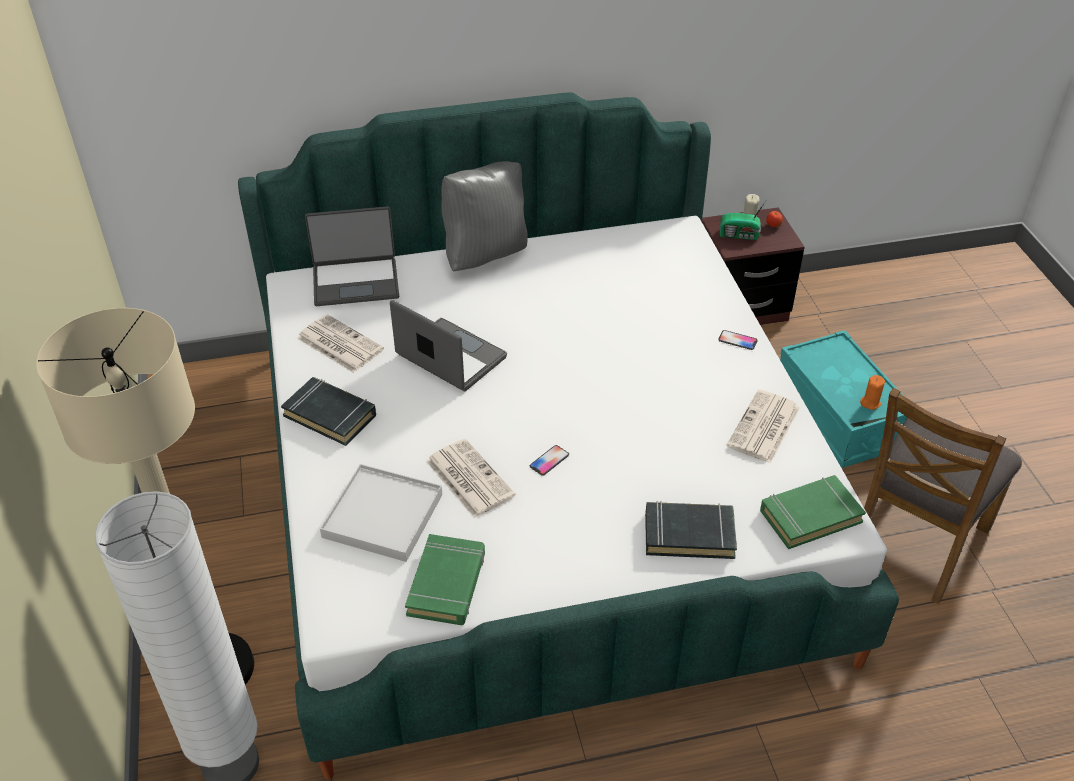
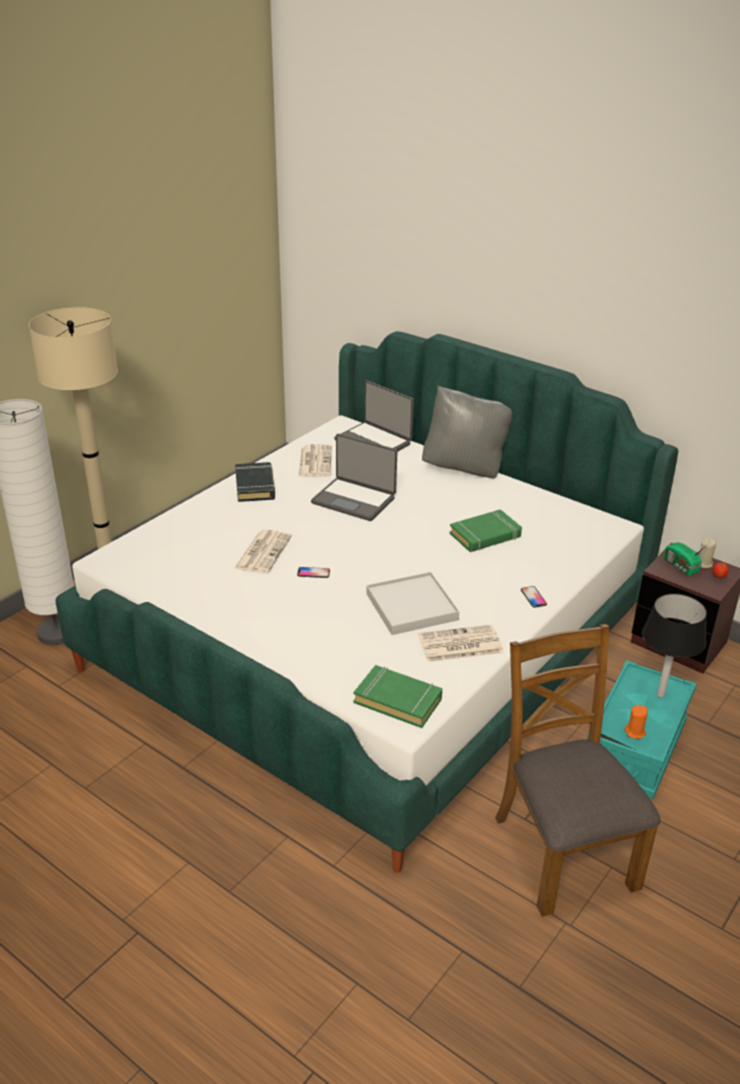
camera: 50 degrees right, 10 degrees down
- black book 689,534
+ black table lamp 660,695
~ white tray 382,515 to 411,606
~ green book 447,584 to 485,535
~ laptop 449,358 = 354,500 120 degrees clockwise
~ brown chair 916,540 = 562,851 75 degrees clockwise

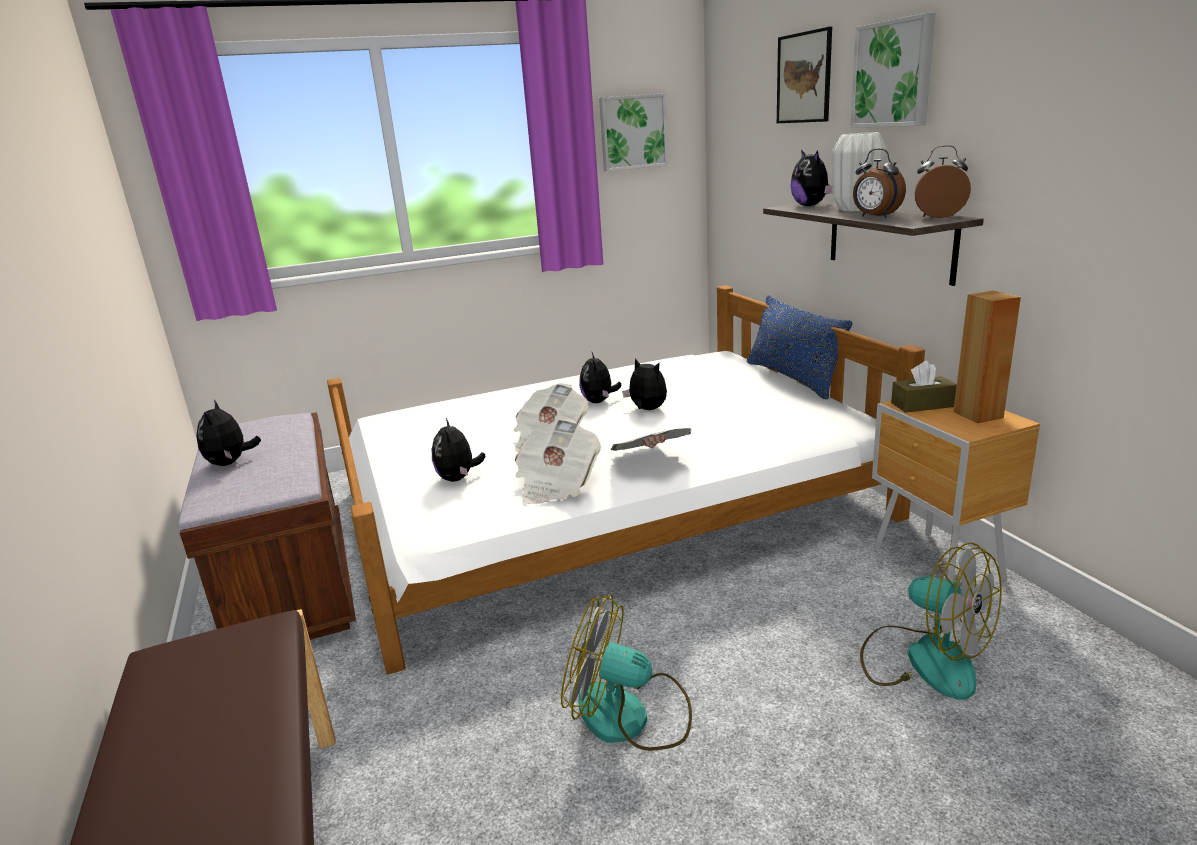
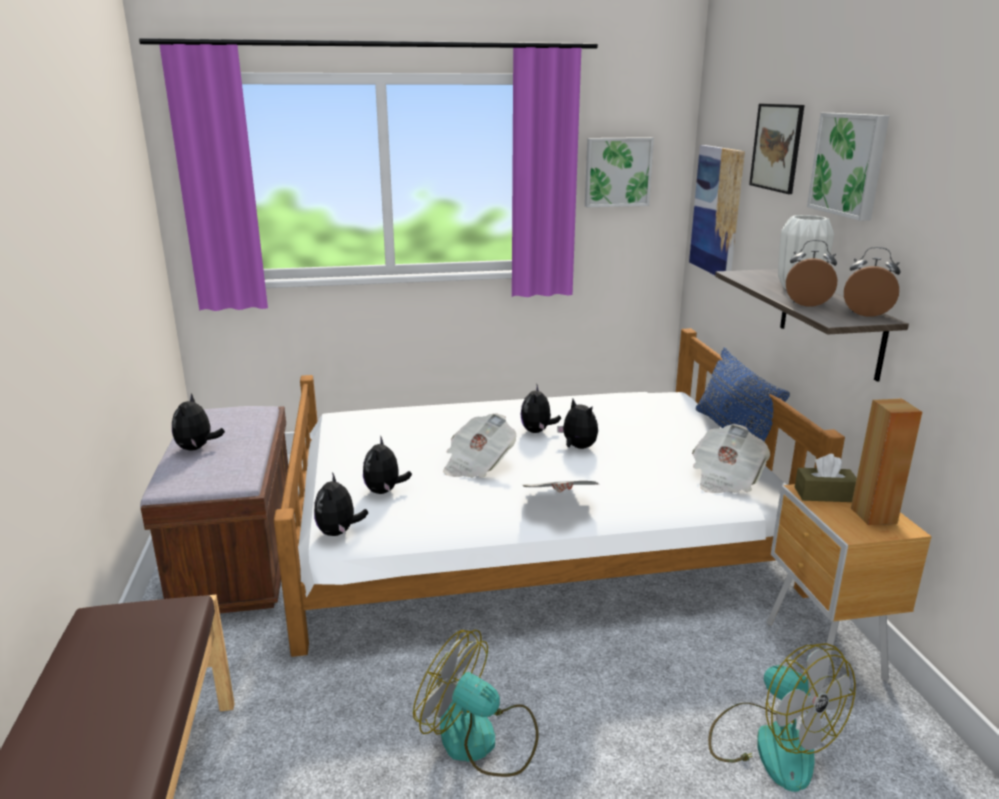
camera: 10 degrees right, 0 degrees up
+ picture 717,211
~ newspaper 556,484 to 725,478
~ plush toy 811,206 to 339,532
~ alarm clock 874,217 = 807,303 135 degrees clockwise

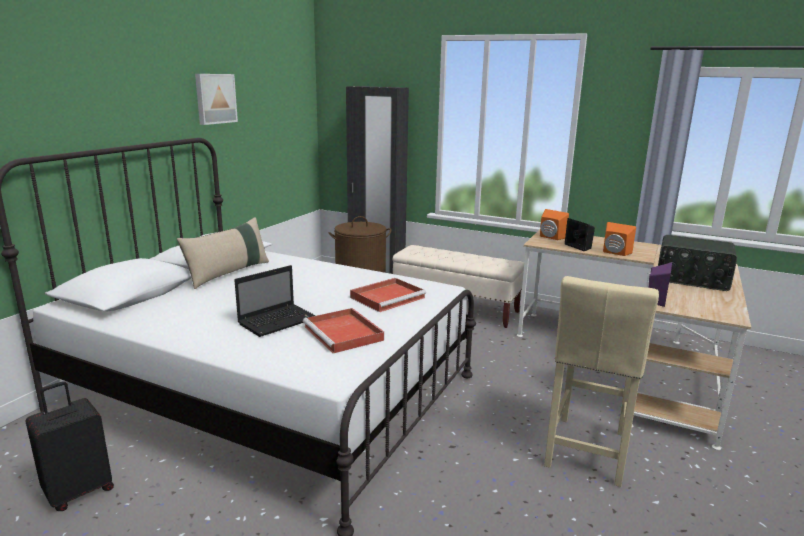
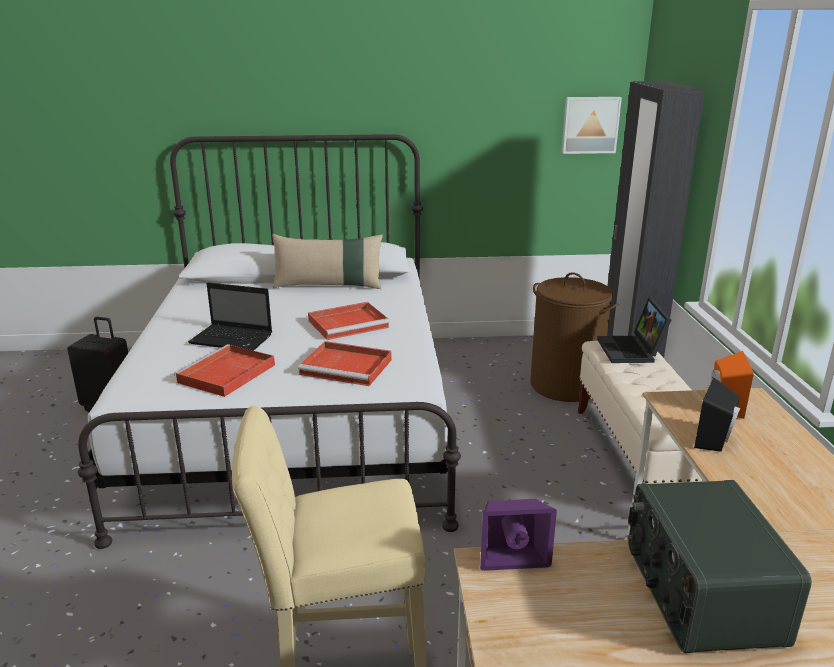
camera: 60 degrees right, 5 degrees up
- orange speaker 615,253
+ red tray 349,323
+ laptop 632,351
~ picture 215,98 to 590,125

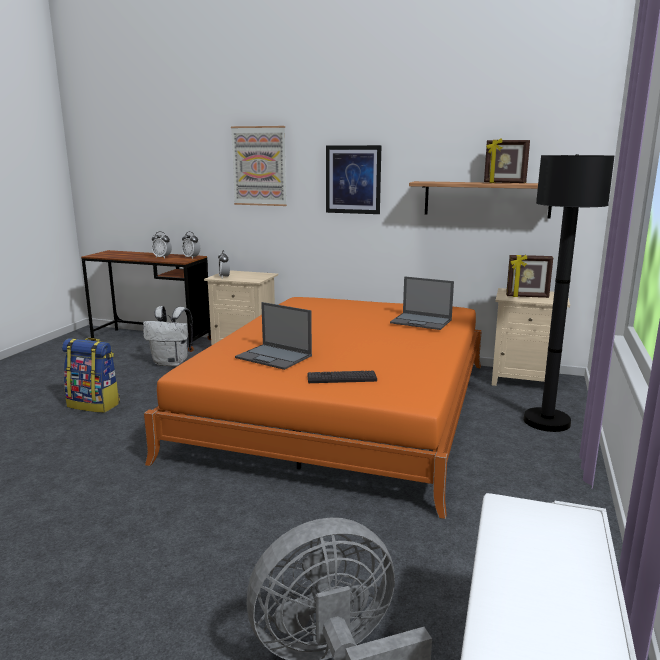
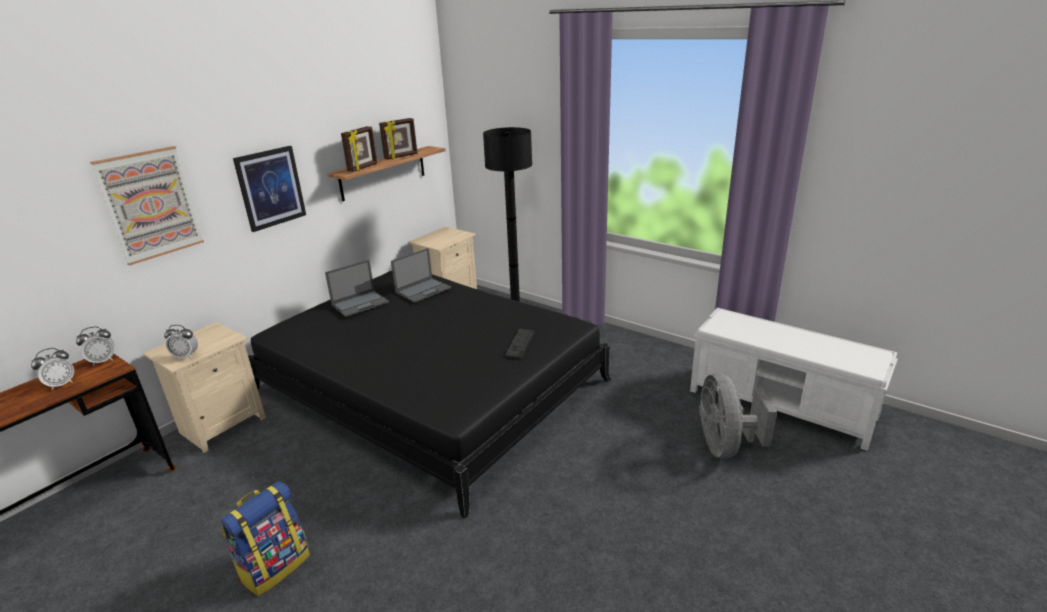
camera: 70 degrees left, 10 degrees up
- white backpack 172,363
~ laptop 274,357 to 361,303
~ picture frame 527,297 to 363,168
~ orange bed 343,407 to black bed 430,387

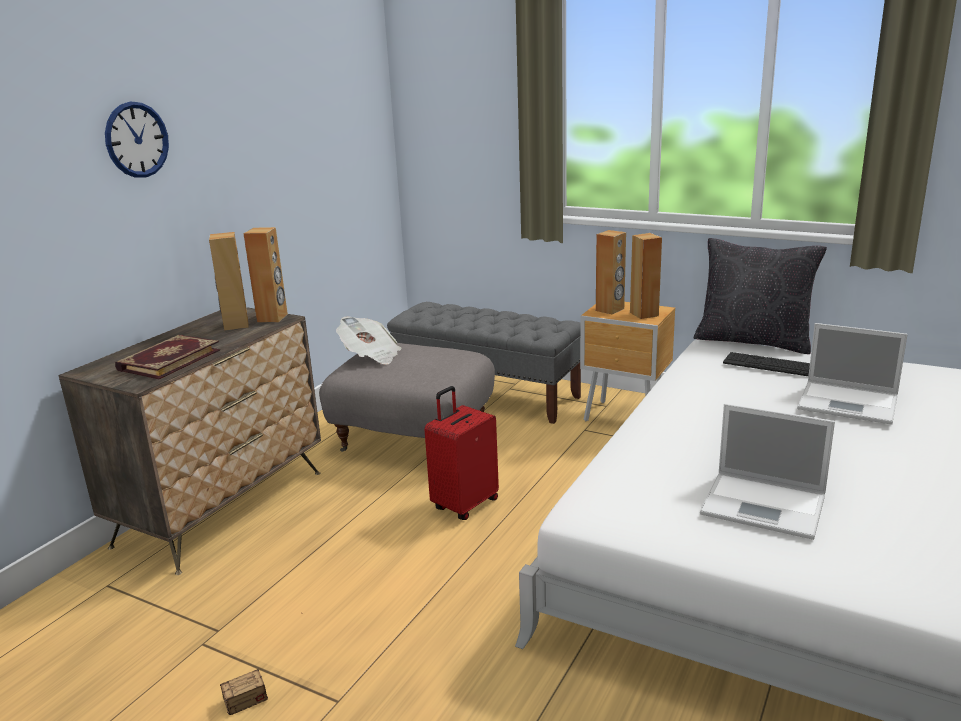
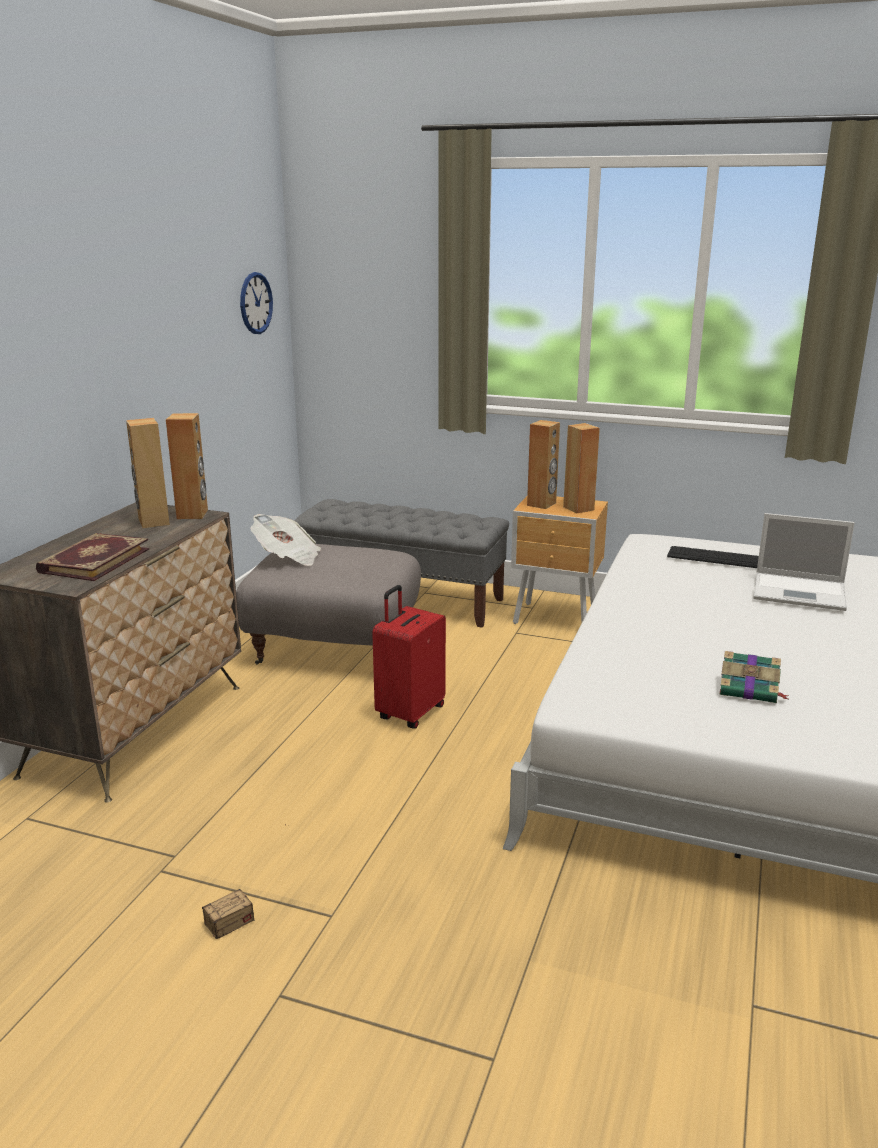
camera: 10 degrees left, 0 degrees up
- black pillow 753,341
~ wall clock 137,140 to 256,303
~ laptop 766,505 to book 750,689

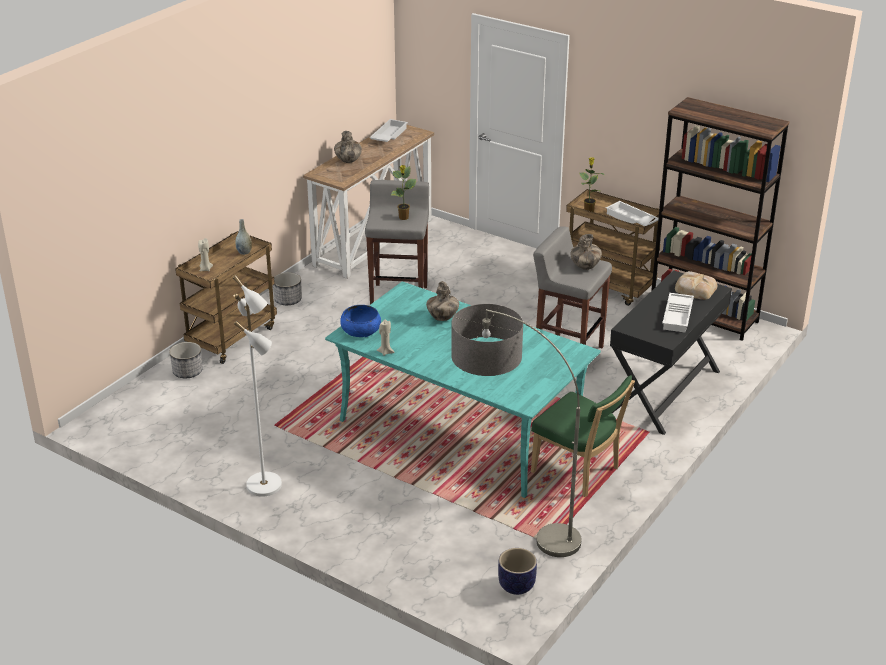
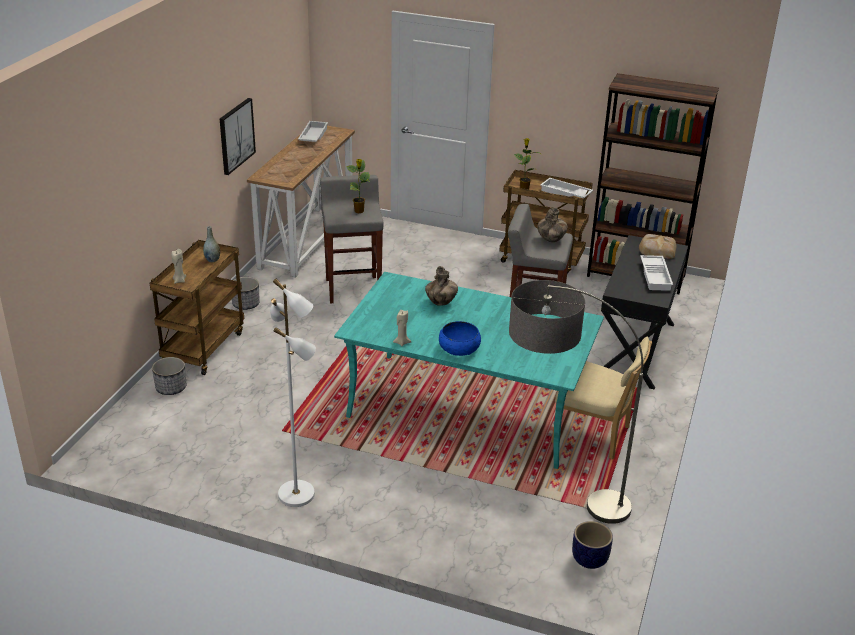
camera: 15 degrees left, 0 degrees up
- vase 348,161
+ picture 236,135
~ blue bowl 361,330 to 459,348
~ green chair 578,472 to beige chair 595,436

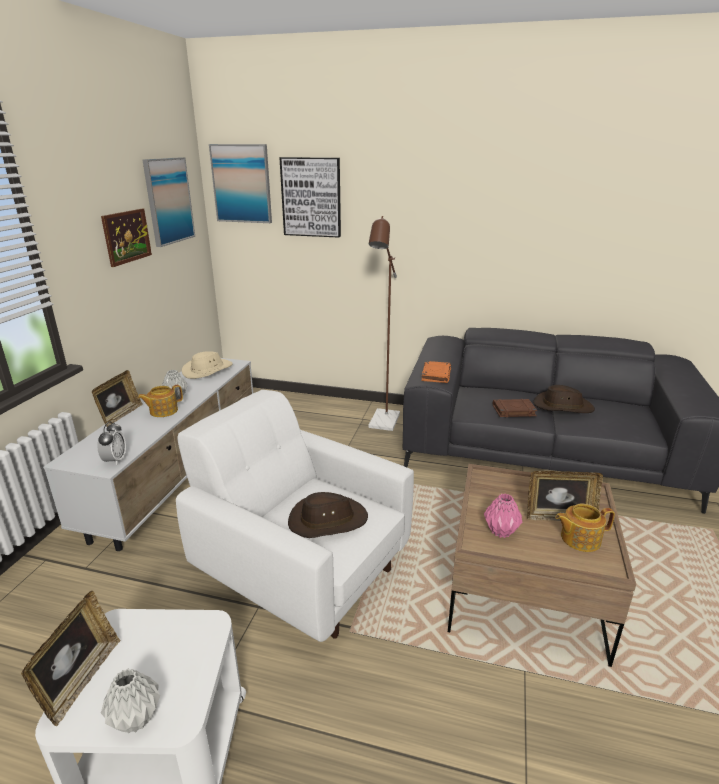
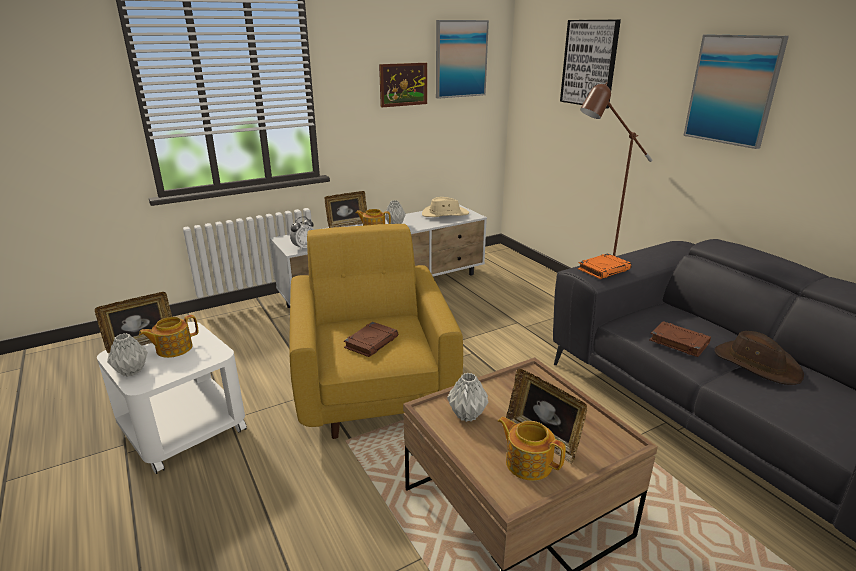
camera: 45 degrees right, 0 degrees up
+ teapot 173,348
~ picture 242,184 to 733,90
~ brown hat 327,520 to brown book 371,342
~ white armchair 301,569 to yellow armchair 373,386
~ pink vase 500,532 to grey vase 466,415

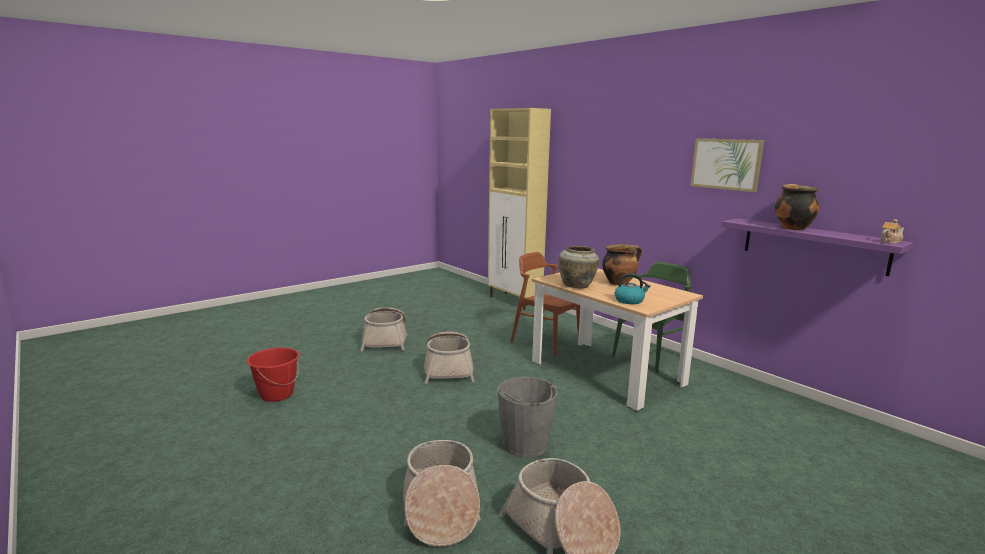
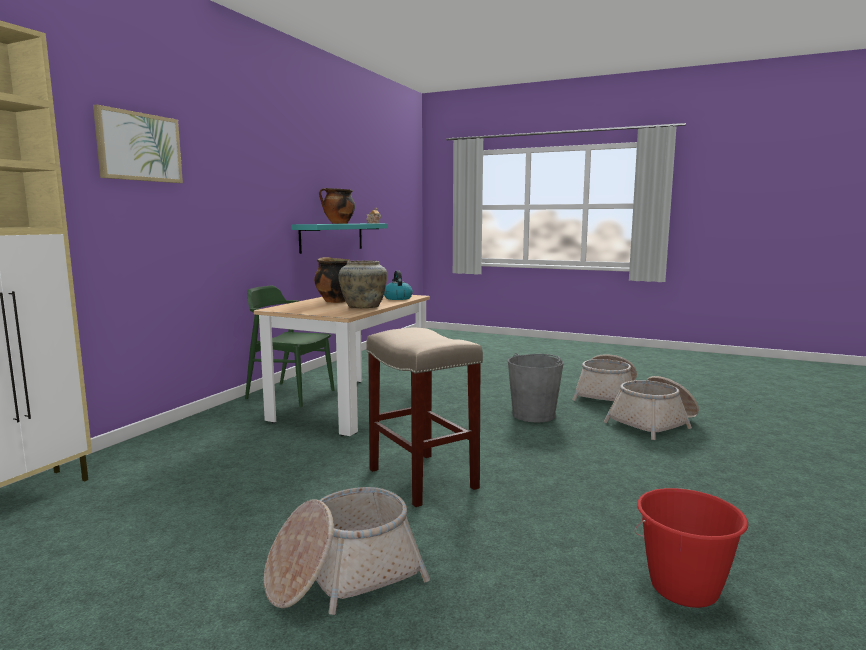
camera: 115 degrees left, 5 degrees down
- brown chair 545,341
~ picture 726,164 to 139,147
~ basket 448,369 to beige stool 421,478
~ purple shelf 813,245 to turquoise shelf 332,237

